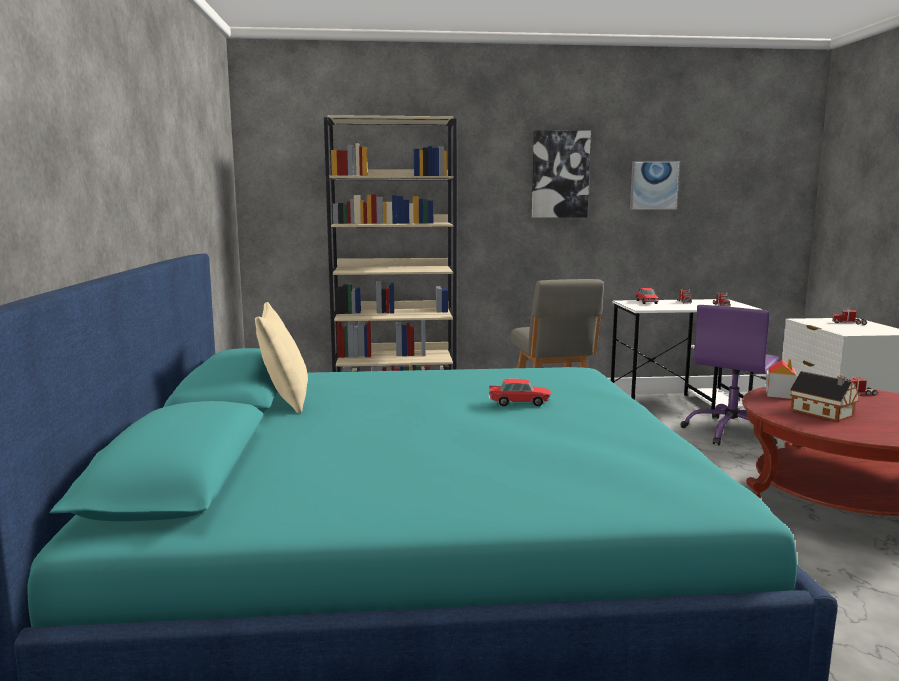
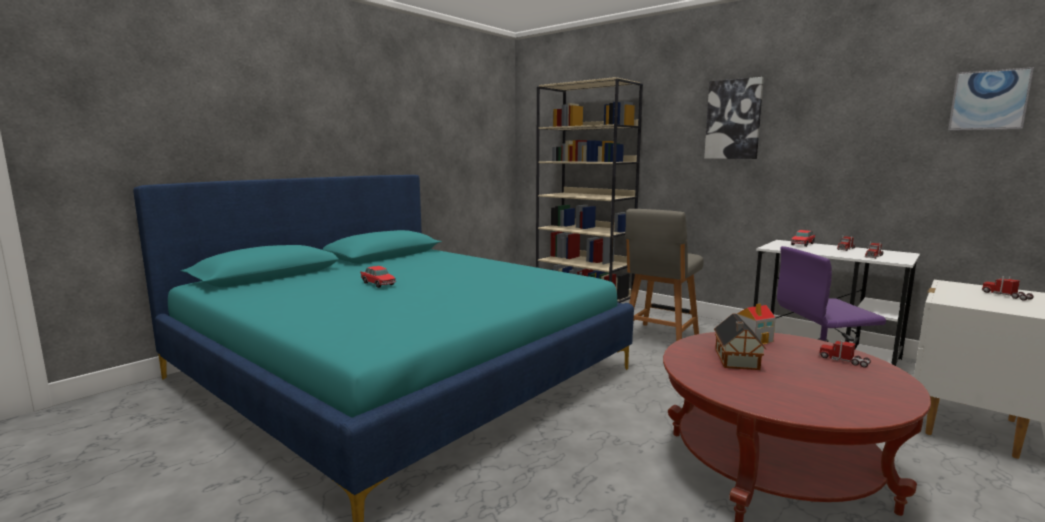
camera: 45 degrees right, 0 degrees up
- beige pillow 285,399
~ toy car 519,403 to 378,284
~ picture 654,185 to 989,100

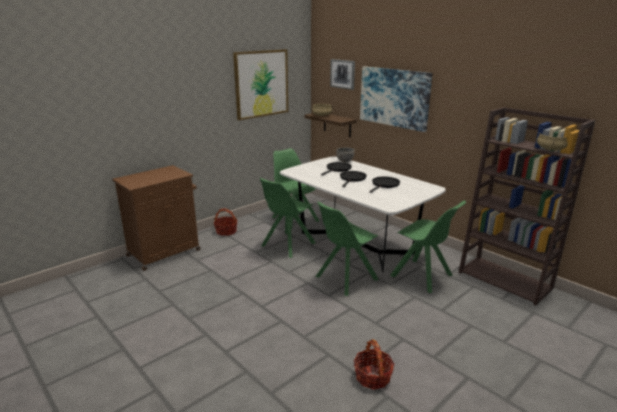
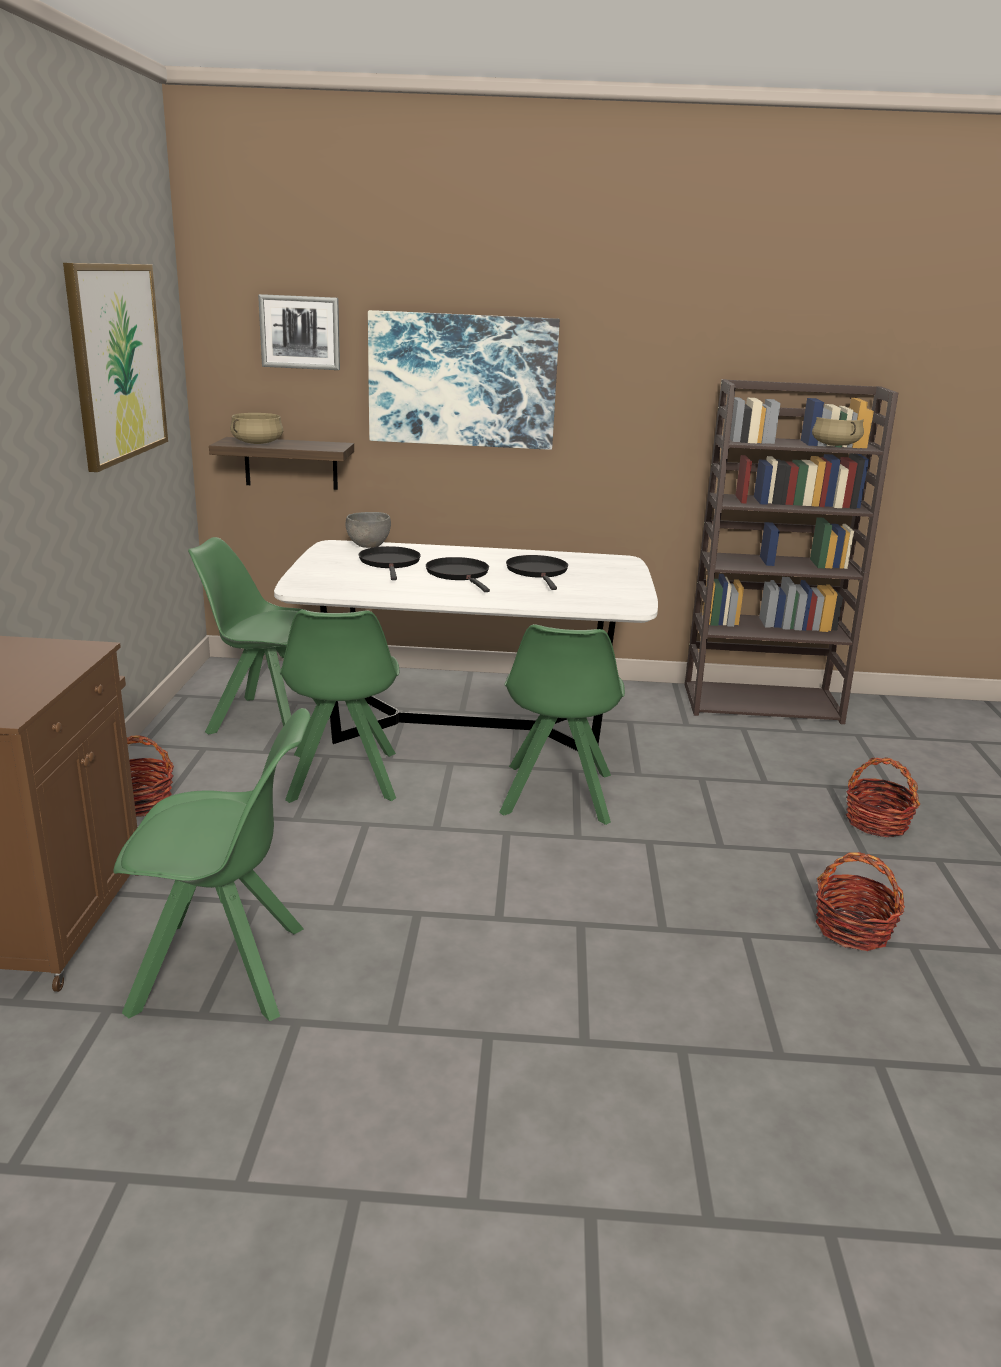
camera: 45 degrees left, 0 degrees up
+ basket 876,822
~ green chair 423,276 to 225,970

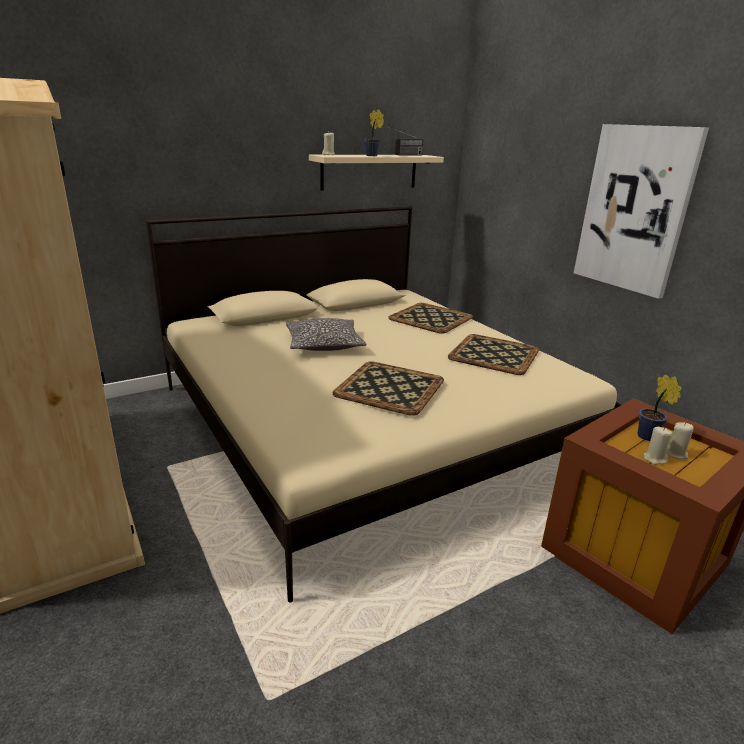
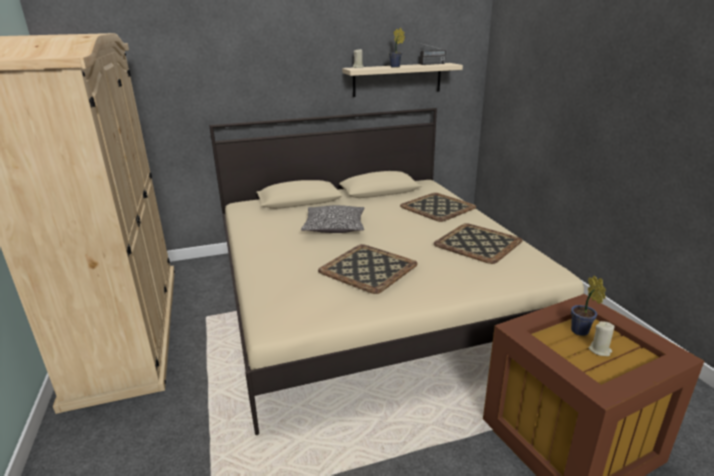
camera: 15 degrees right, 0 degrees up
- picture 634,209
- beige candle 654,459

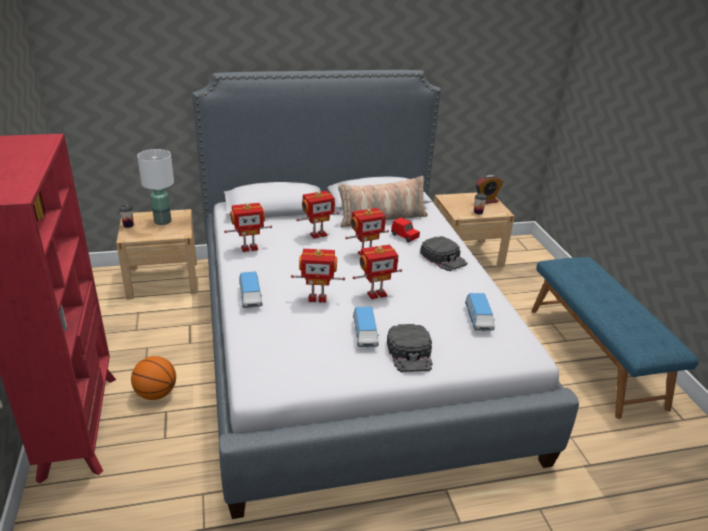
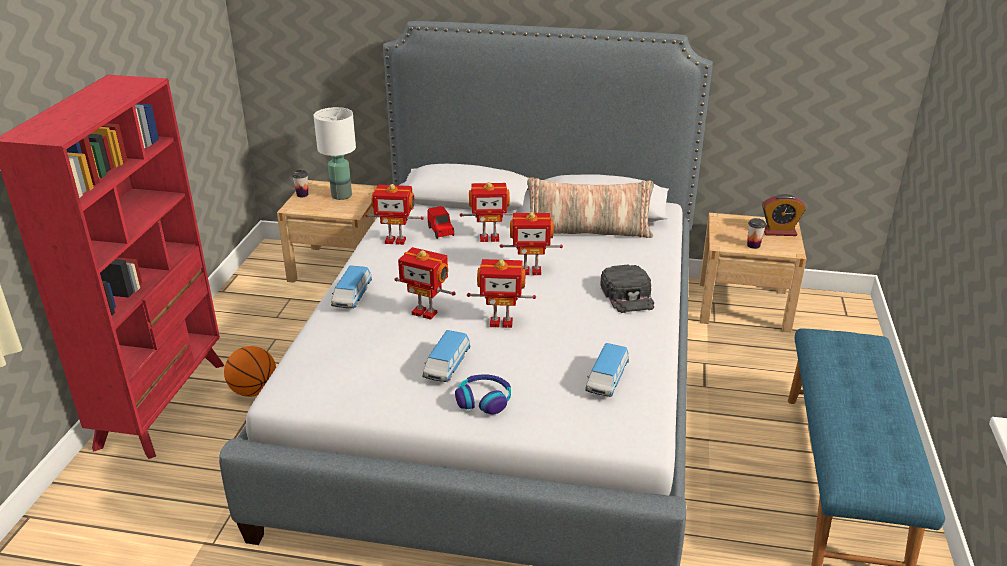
camera: 25 degrees right, 0 degrees up
~ red toy car 405,236 to 441,231
~ black cap 410,353 to headphones 484,400

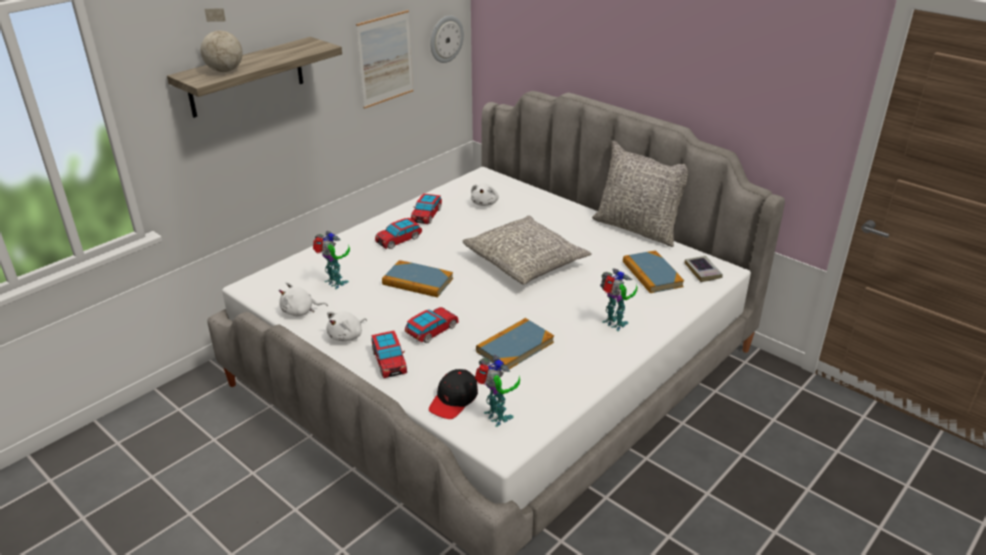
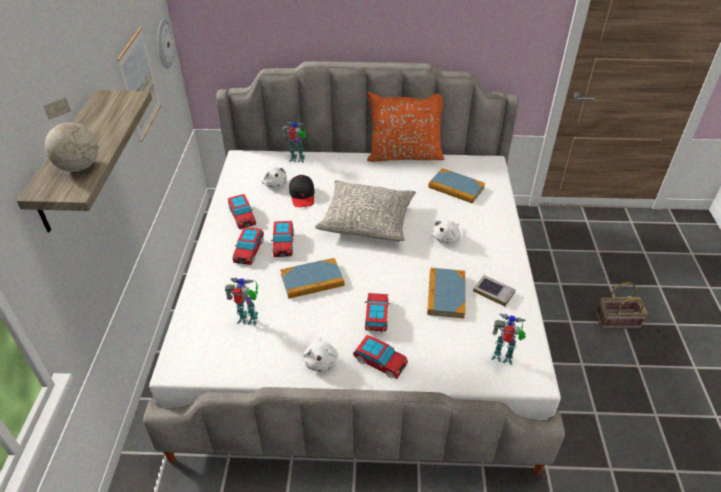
camera: 40 degrees left, 10 degrees up
+ toy car 283,243
+ basket 616,321
~ white plush toy 300,311 to 447,238
~ black cap 454,400 to 302,195
~ toy robot 614,324 to 298,160
~ book 702,271 to 493,292
~ grey pillow 637,228 to orange pillow 404,155

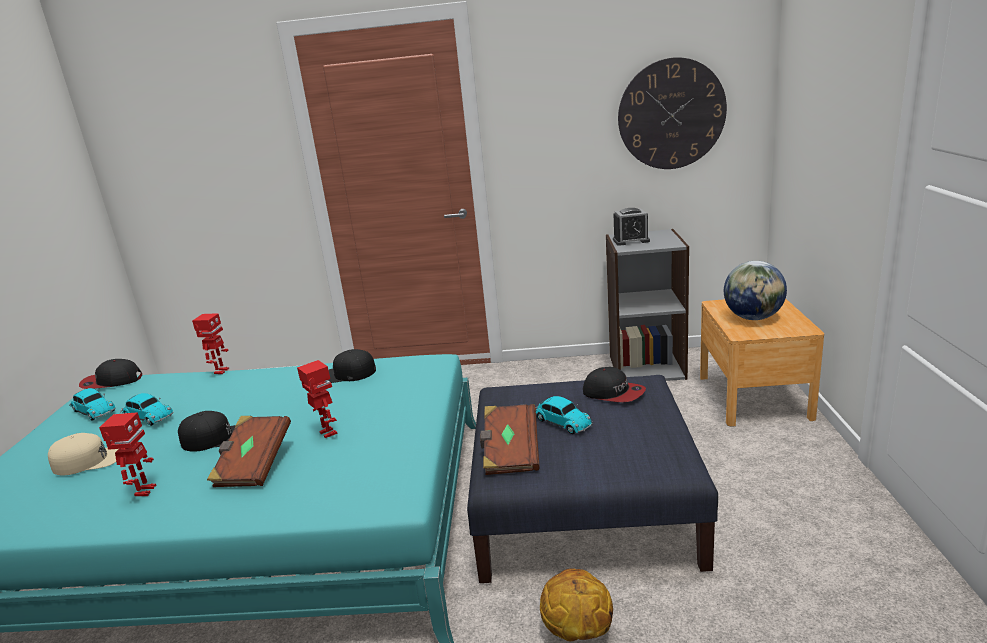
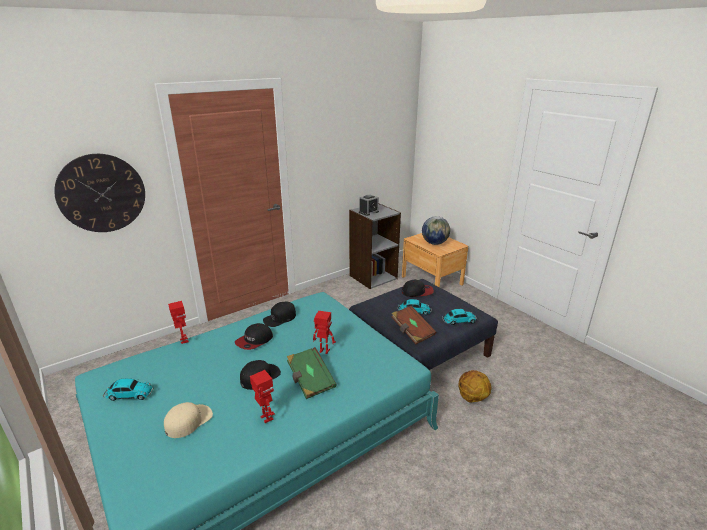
camera: 40 degrees left, 5 degrees up
~ cap 111,382 to 254,341
~ toy car 147,416 to 458,321
~ wall clock 671,114 to 102,193
~ brown book 253,465 to green book 310,380

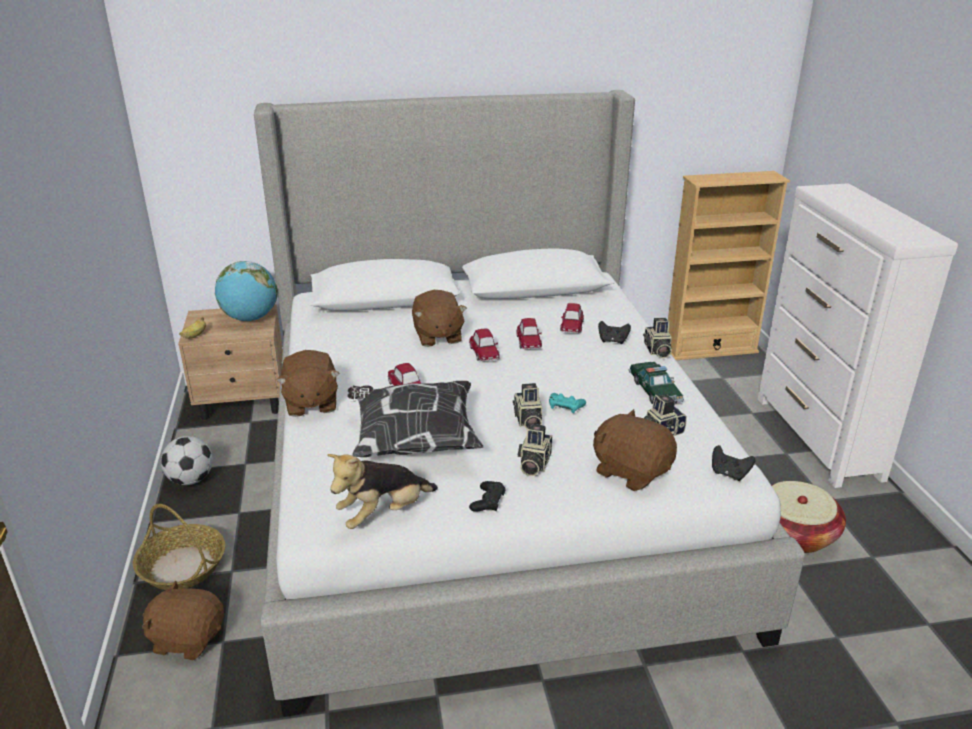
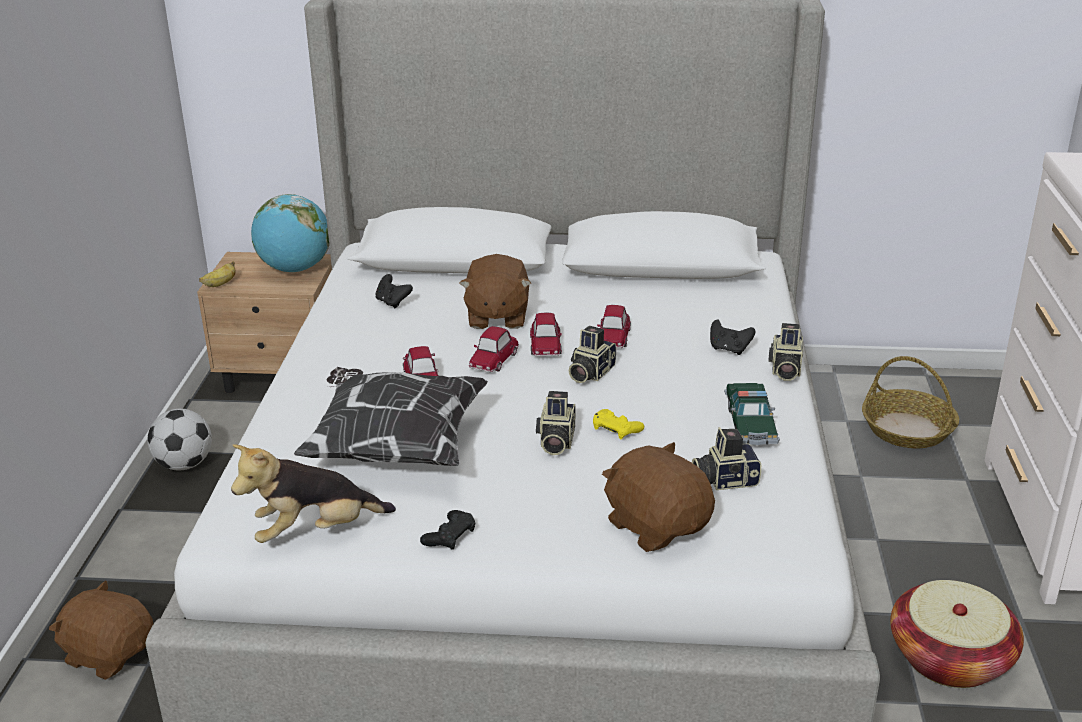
camera: 15 degrees right, 0 degrees up
- brown plush toy 310,403
- beige bookcase 710,349
~ basket 183,566 to 908,429
~ photo camera 533,464 to 589,373
~ toy car 572,326 to 493,360
~ black game controller 729,474 to 392,302
~ turquoise game controller 565,406 to yellow game controller 616,429

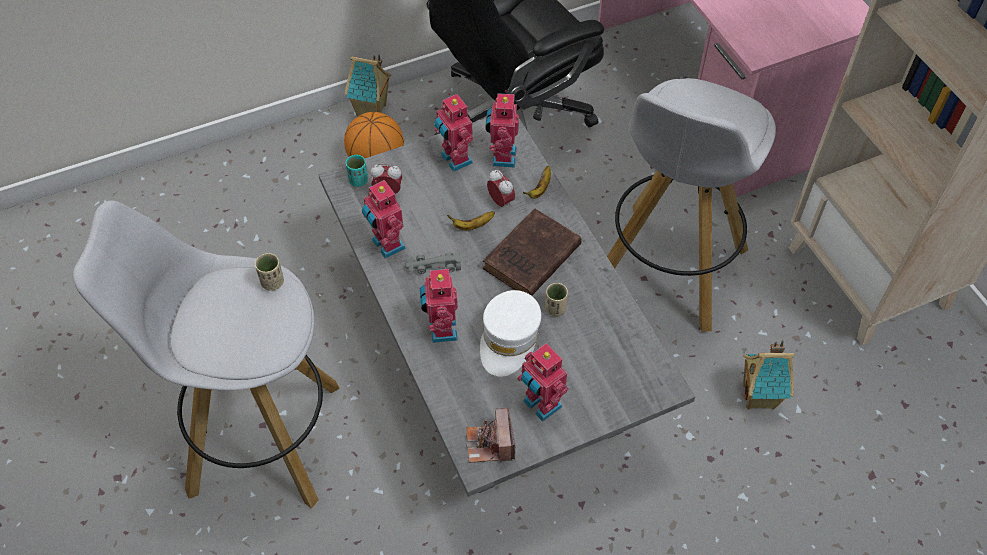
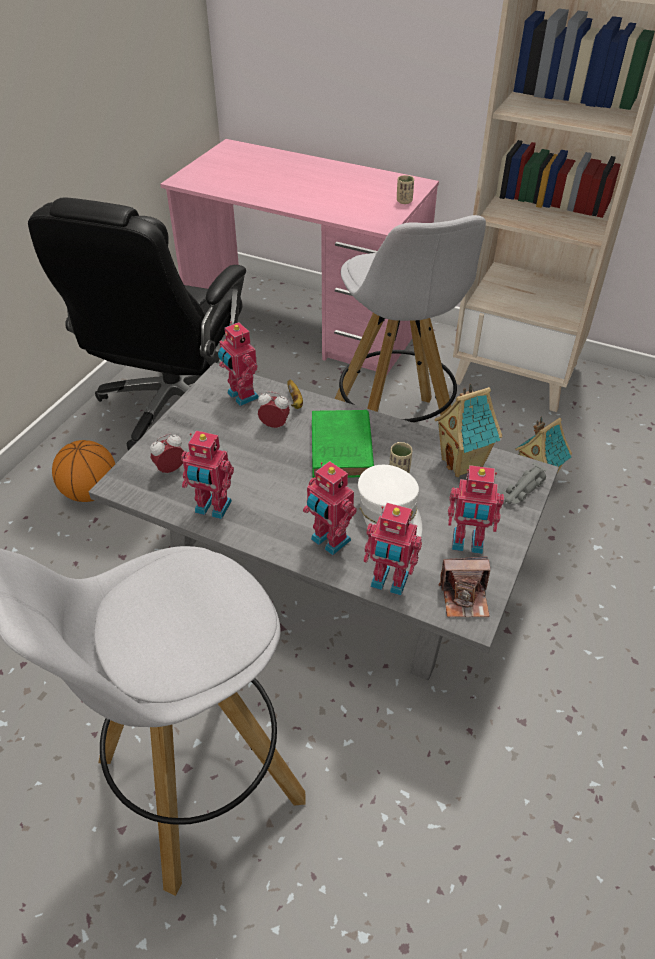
camera: 40 degrees left, 10 degrees down
- turquoise cup 358,180
- banana 472,225
~ beige cup 272,282 to 404,201
~ toy house 372,111 to 463,463
~ grey toy car 433,266 to 522,490
~ toy robot 454,160 to 388,582
~ brown book 530,259 to green book 341,450
~ photo camera 490,444 = 464,598 45 degrees counterclockwise

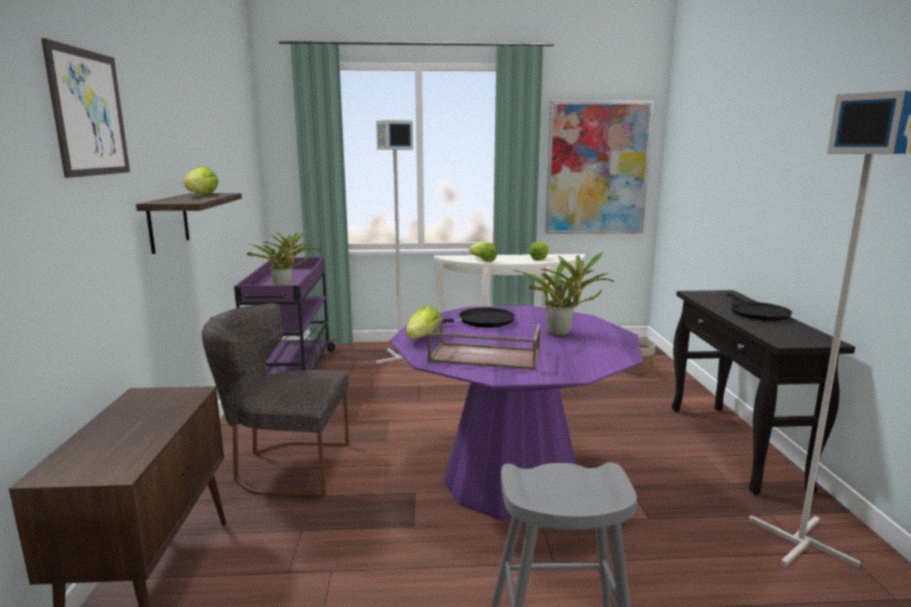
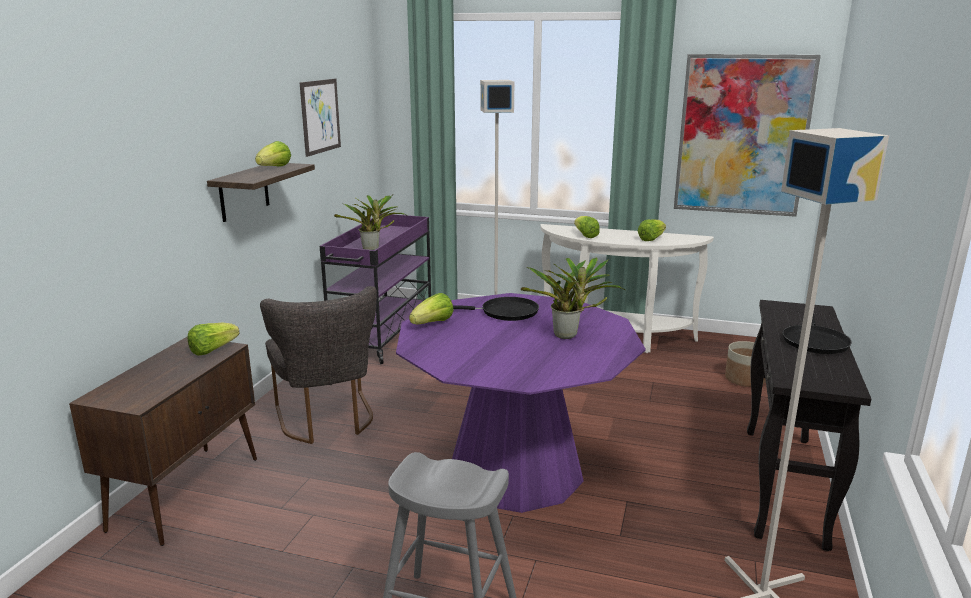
camera: 20 degrees right, 5 degrees up
- brown tray 483,356
+ lettuce 212,350
~ picture 89,113 to 320,116
~ grey chair 285,467 = 327,420 135 degrees counterclockwise

